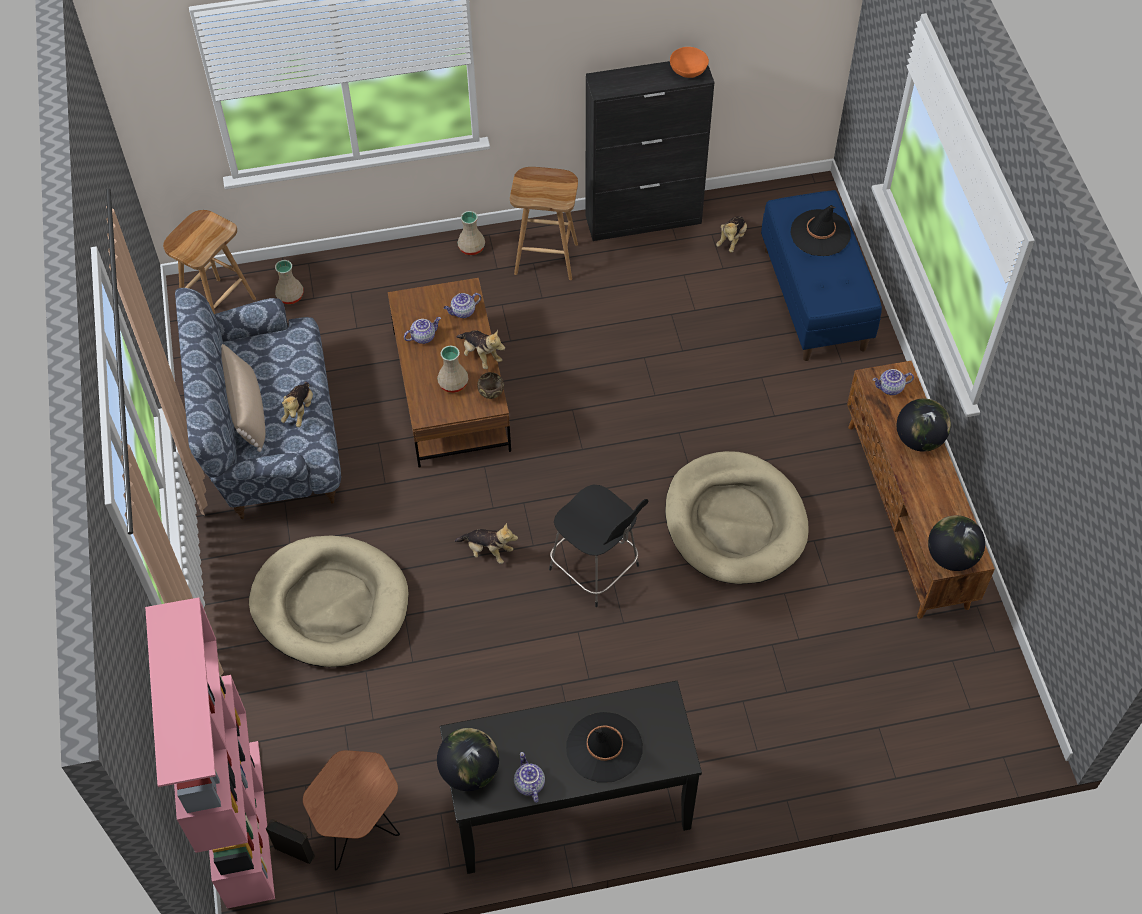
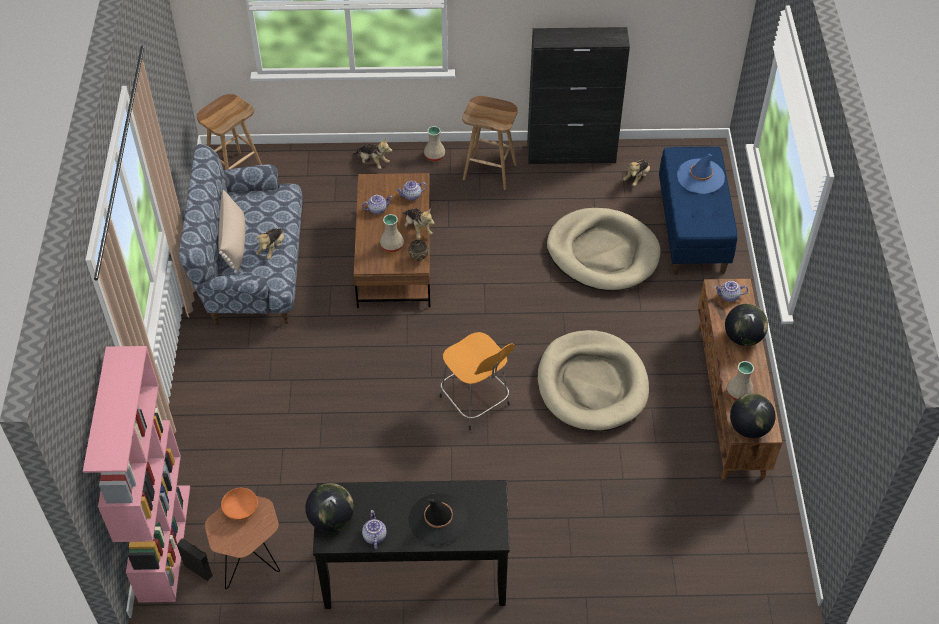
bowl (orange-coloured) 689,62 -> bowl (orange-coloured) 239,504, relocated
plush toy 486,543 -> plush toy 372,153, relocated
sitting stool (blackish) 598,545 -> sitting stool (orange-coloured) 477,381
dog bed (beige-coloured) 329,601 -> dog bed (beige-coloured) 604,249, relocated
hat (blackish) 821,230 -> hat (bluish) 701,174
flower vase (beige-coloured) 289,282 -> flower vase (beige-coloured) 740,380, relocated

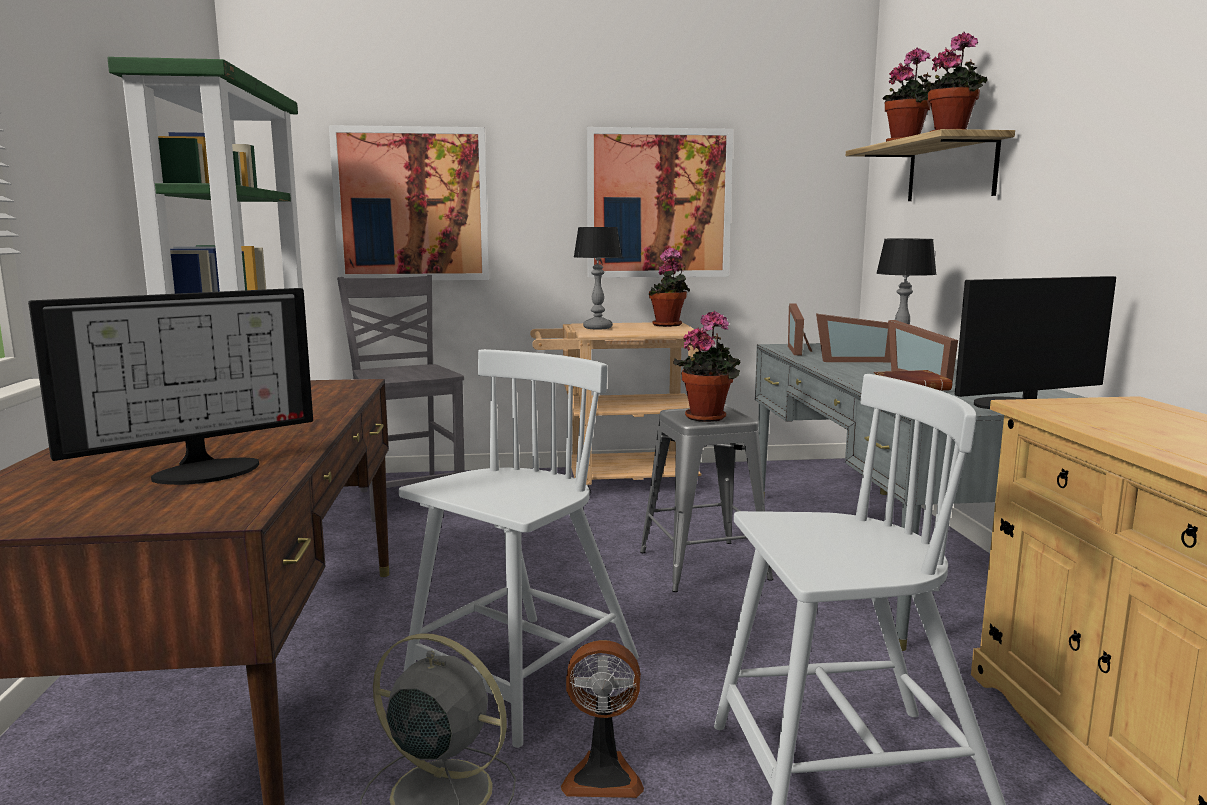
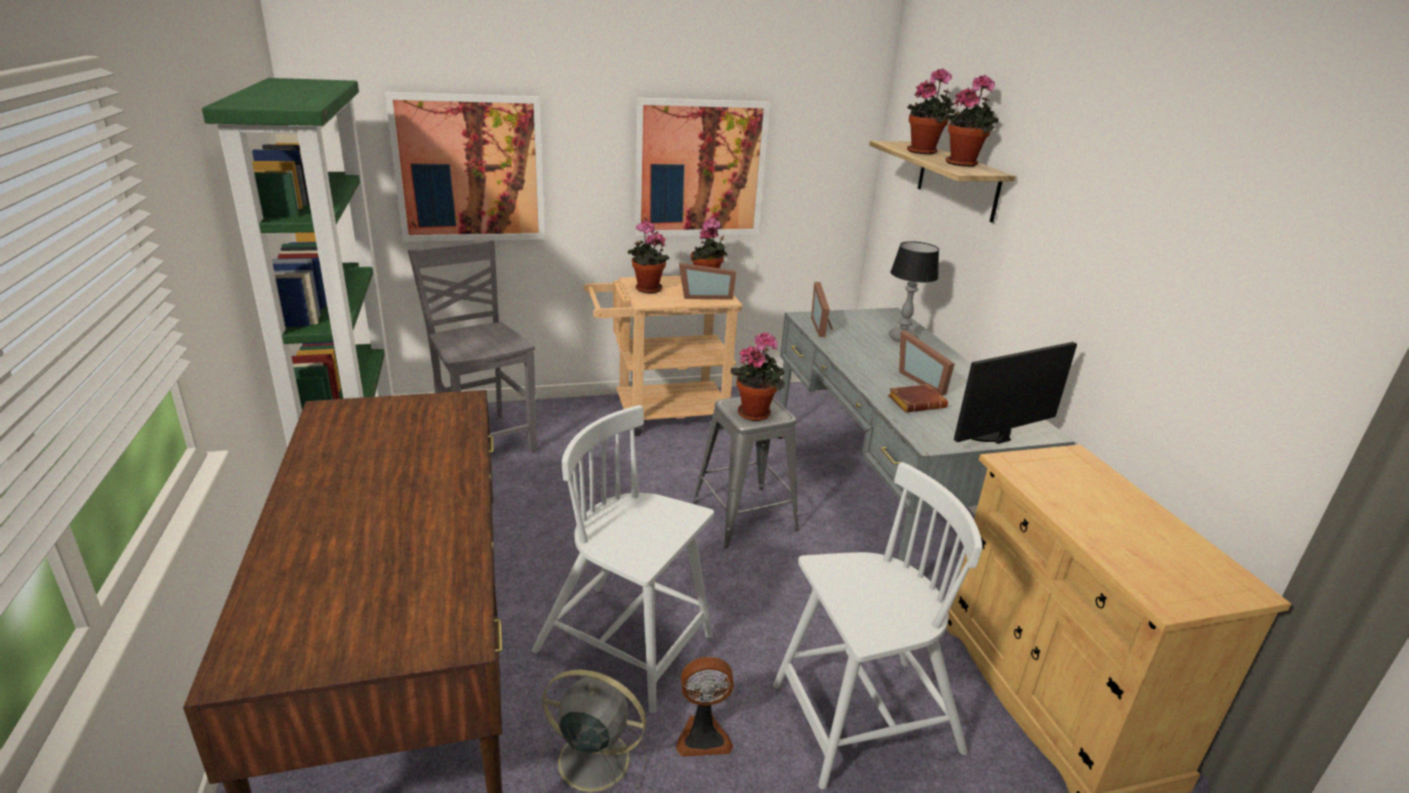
chair (whitish) 519,548 -> chair (whitish) 623,559, 90 degrees counterclockwise
lamp for a table 598,278 -> houseplant 649,256
standing frame 853,338 -> standing frame 707,281, relocated
computer display 170,386 -> none

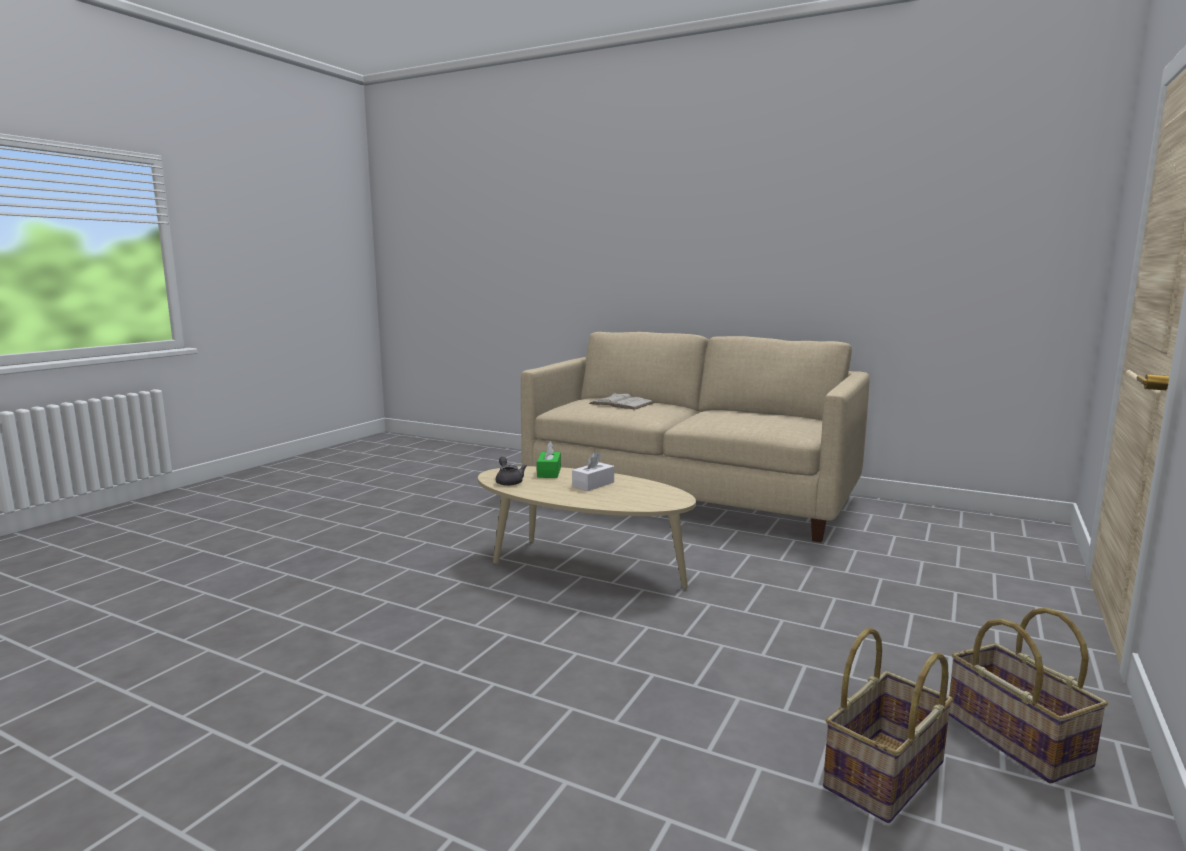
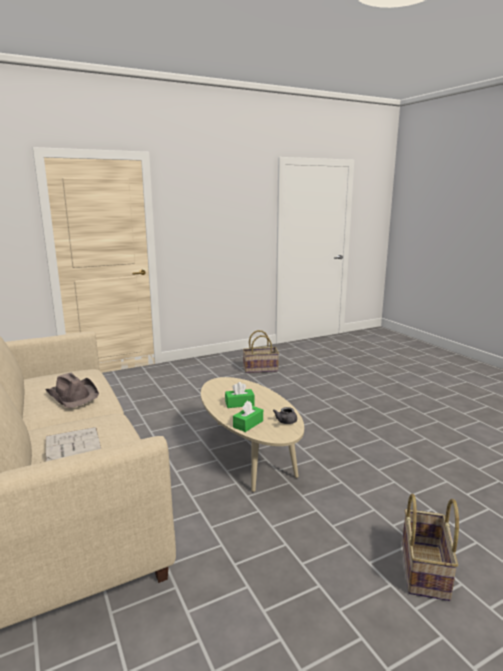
none -> hat (brown) 72,390
box of tissues (whitish) 593,471 -> box of tissues (greenish) 240,395
household basket 1028,695 -> household basket 430,547, relocated

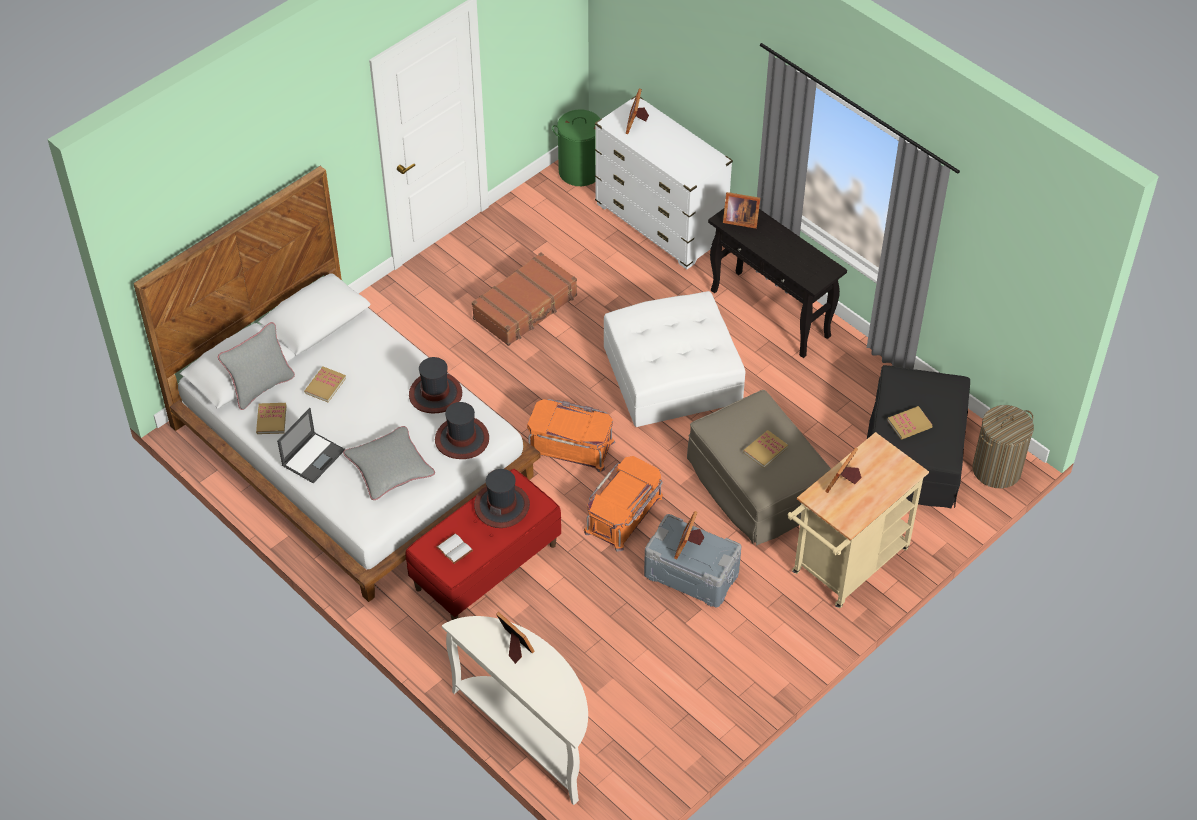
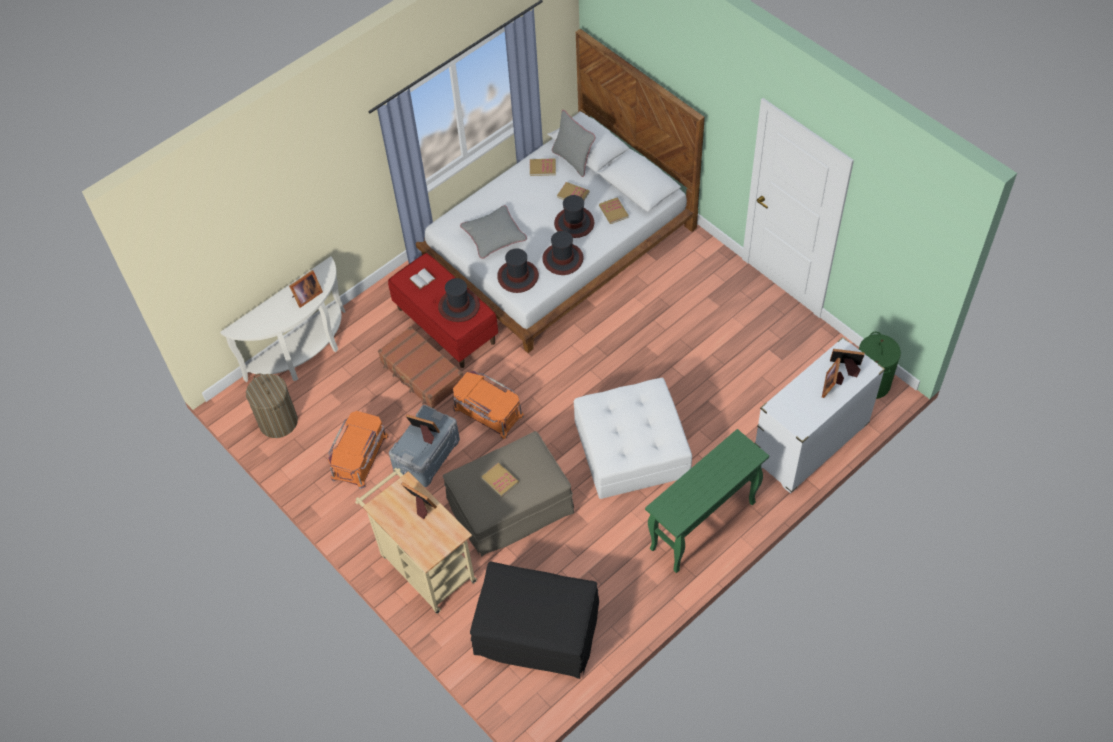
hamper 1003,446 -> hamper 272,406, relocated
storage box (orange-coloured) 571,435 -> storage box (orange-coloured) 358,450, relocated
piece of luggage (brown) 524,299 -> piece of luggage (brown) 420,367, relocated
none -> hat 574,216
book 910,423 -> book 614,210, relocated
hall table (blackish) 777,283 -> hall table (greenish) 707,501
standing frame 741,210 -> standing frame 833,377, relocated
laptop 311,445 -> none

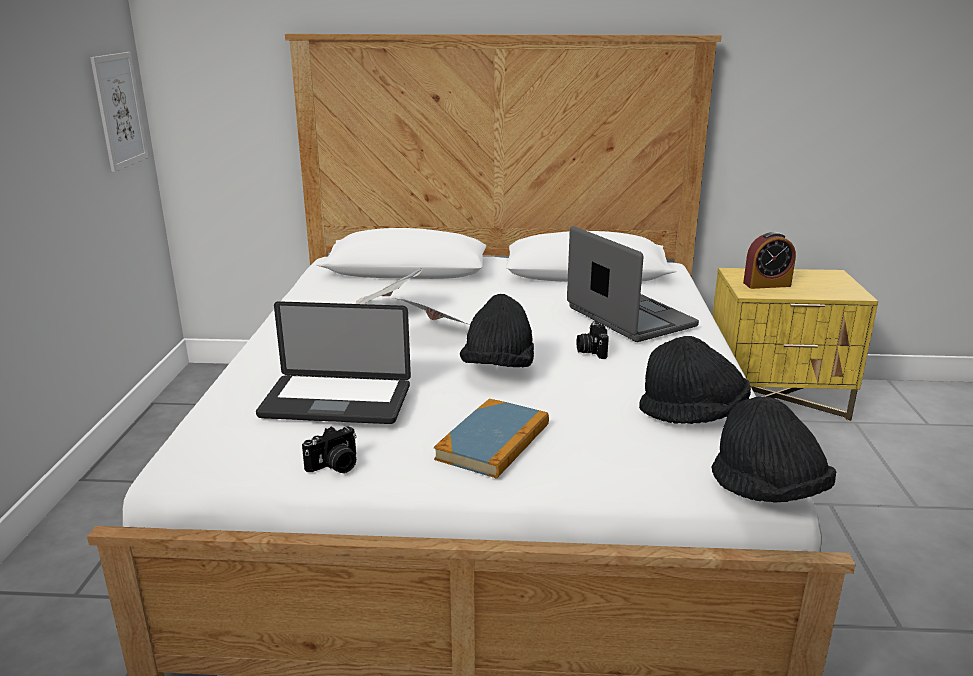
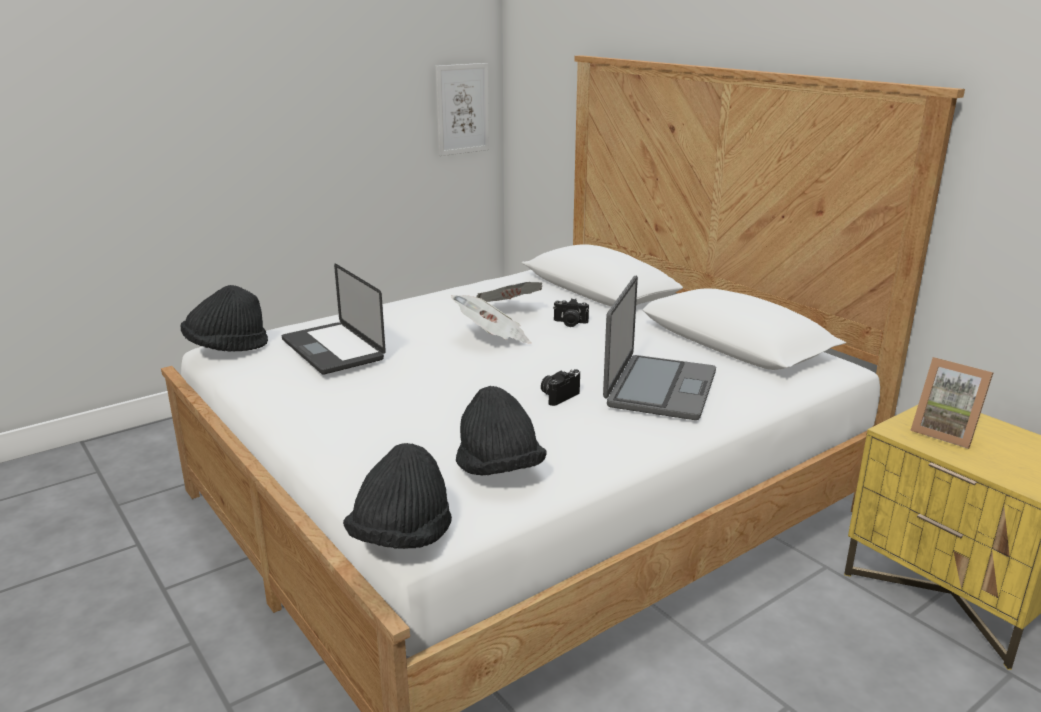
hat (blackish) 497,330 -> hat (blackish) 224,318, relocated
photo camera 329,449 -> photo camera 571,312, relocated
alarm clock 769,260 -> standing frame 952,403
book 491,439 -> none

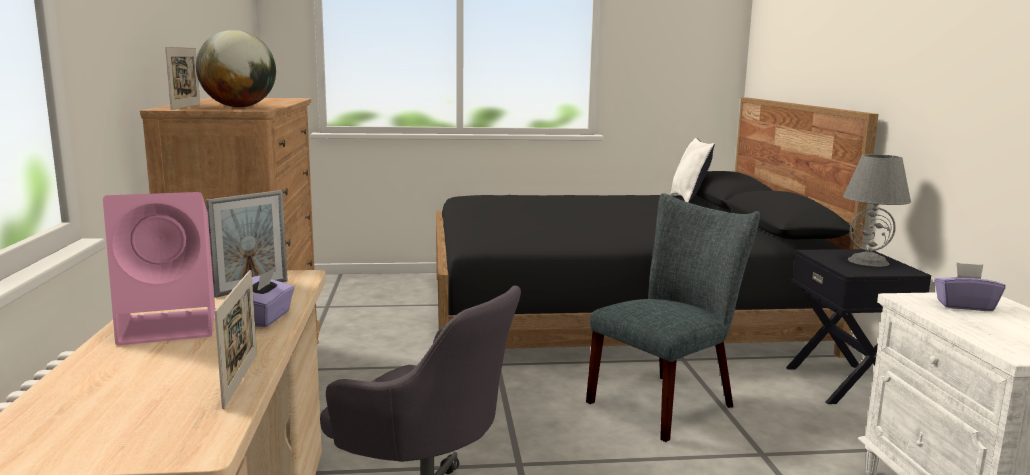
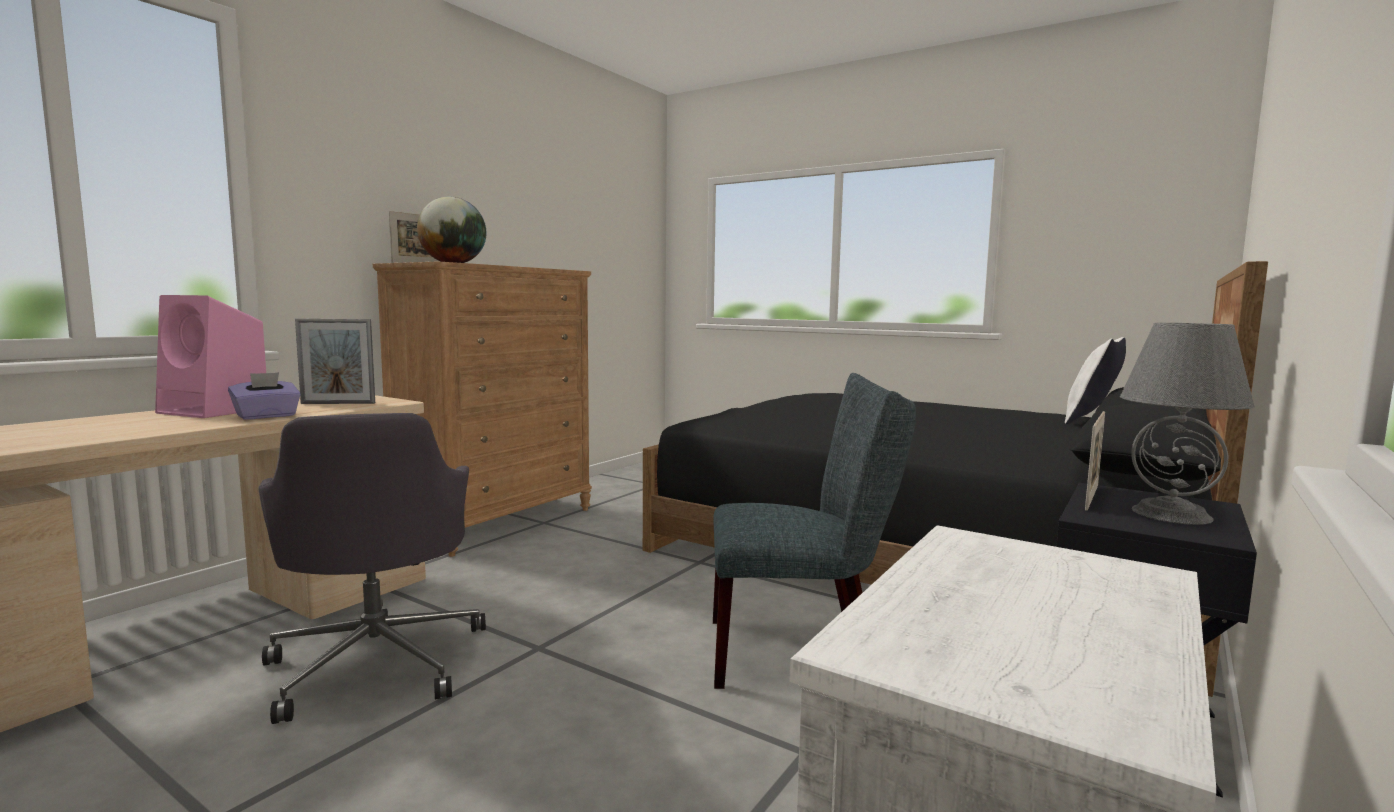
standing frame 235,339 -> standing frame 1095,461, relocated
box of tissues (purple-coloured) 970,287 -> none

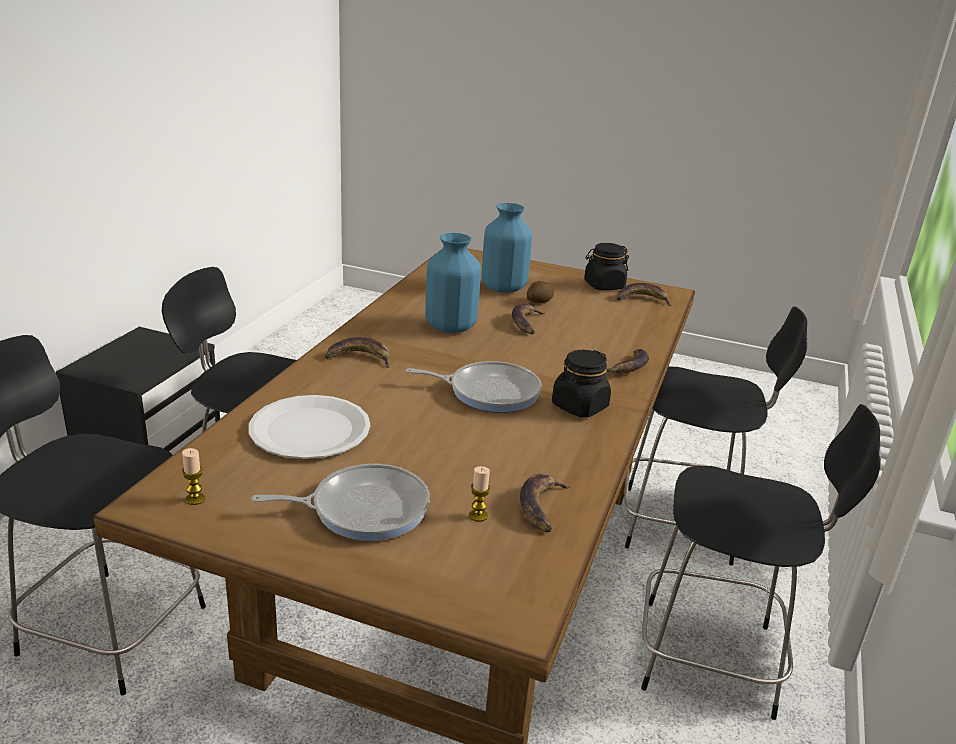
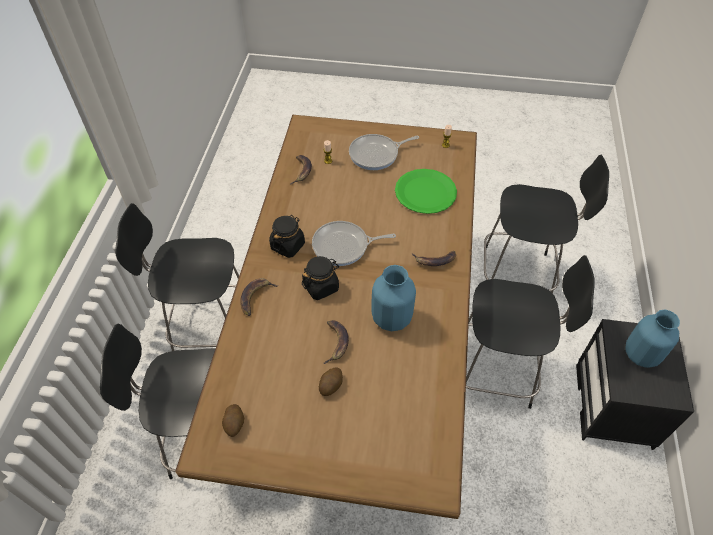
banana 644,294 -> spud 233,420
storage jar (blackish) 606,266 -> storage jar (blackish) 320,278, relocated
plate (whitish) 310,427 -> plate (greenish) 426,191
flower vase (bluish) 507,248 -> flower vase (bluish) 652,339, relocated

